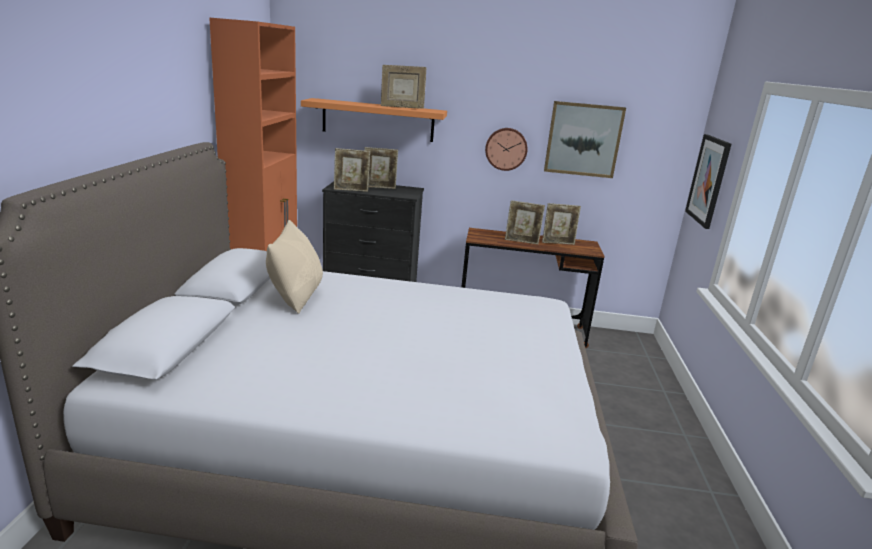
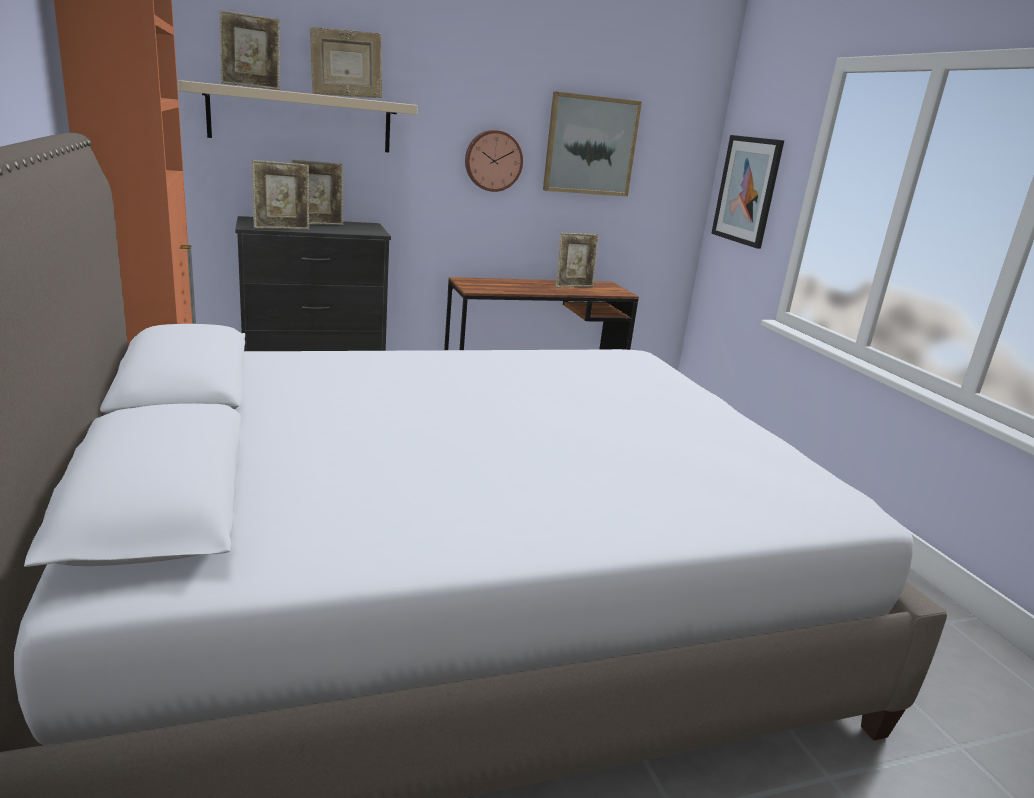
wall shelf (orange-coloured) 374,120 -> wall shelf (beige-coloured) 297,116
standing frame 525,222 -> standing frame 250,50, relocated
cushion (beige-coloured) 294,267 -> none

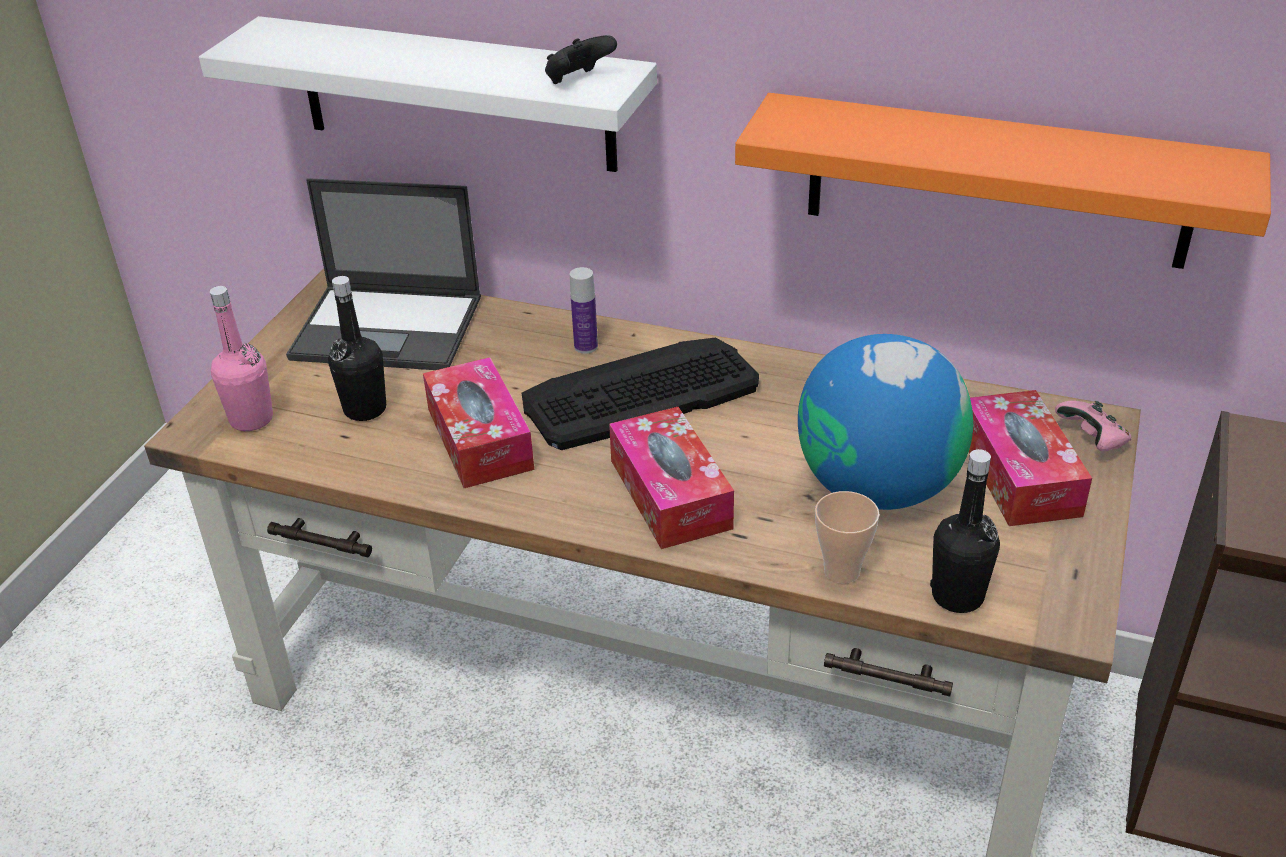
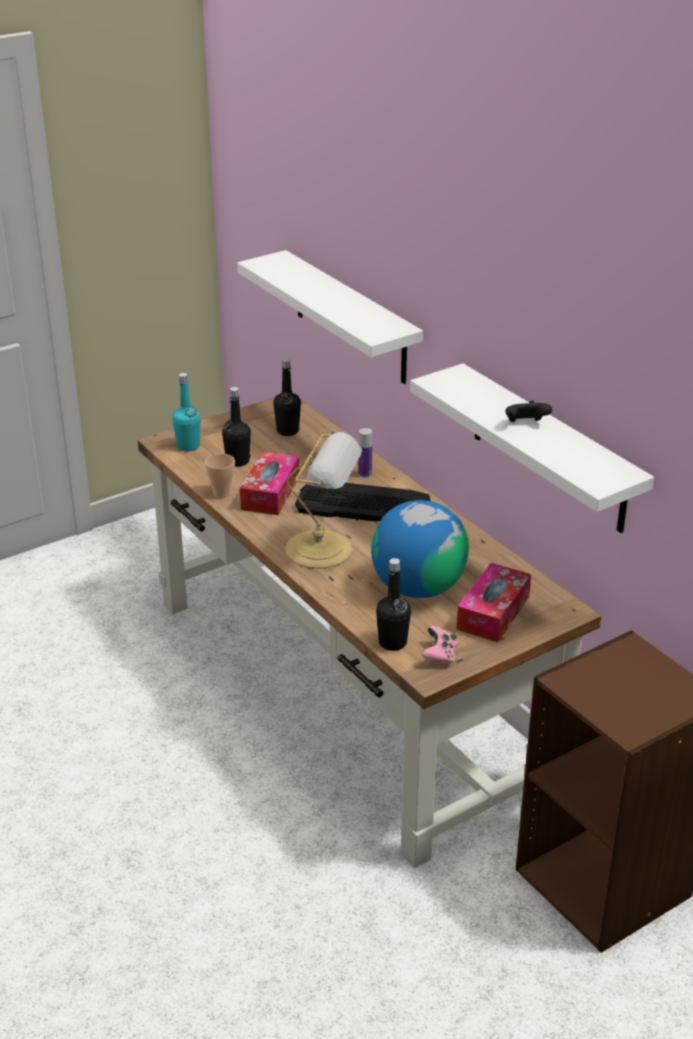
drink bottle (pinkish) 241,358 -> drink bottle (turquoise) 186,412
small cup 847,537 -> small cup 220,476, relocated
laptop 383,274 -> drink bottle (blackish) 287,397
box of tissues 671,478 -> lamp for a table 323,500
wall shelf (orange-coloured) 1003,181 -> wall shelf (whitish) 532,448
game controller (pinkish) 1093,426 -> game controller (pinkish) 440,645, relocated
game controller (blackish) 581,59 -> game controller (blackish) 529,411, relocated

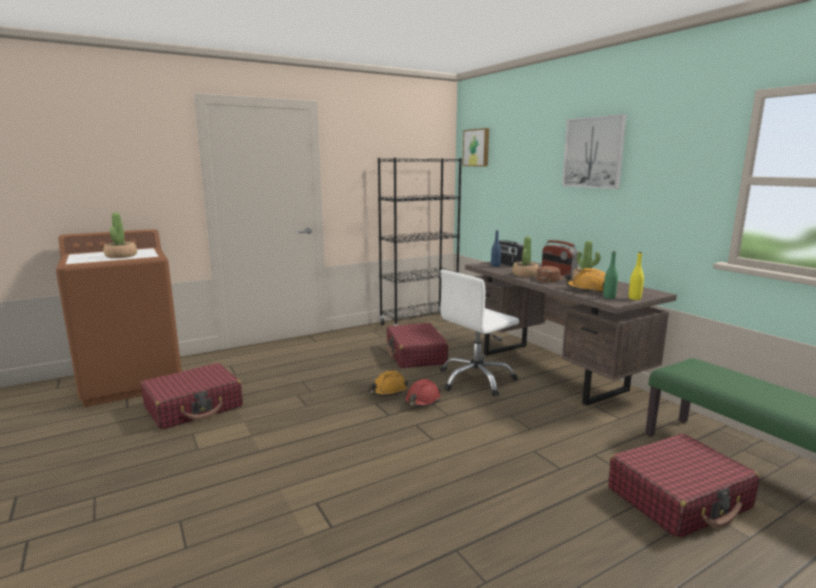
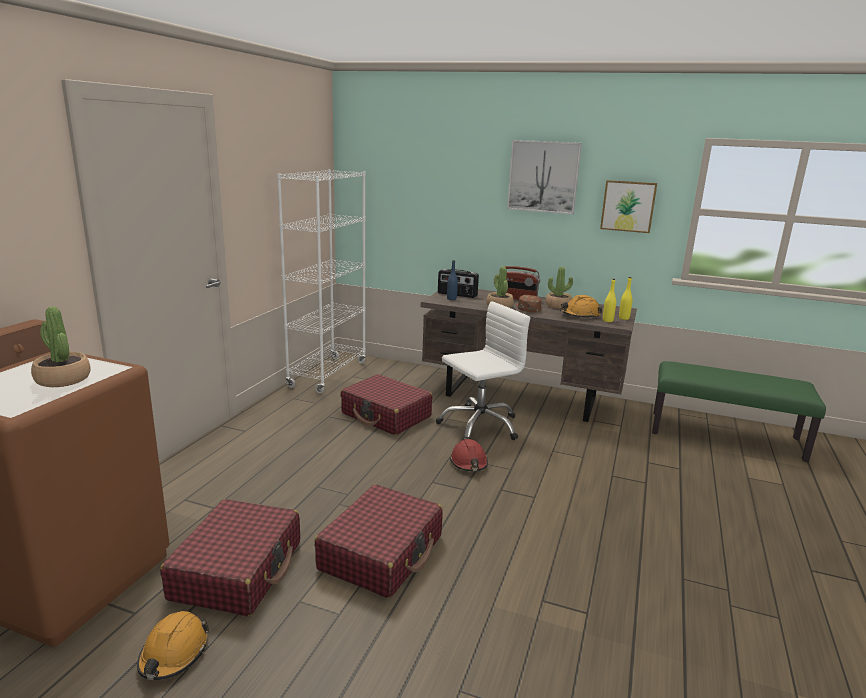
safety helmet (orange-coloured) 388,383 -> safety helmet (orange-coloured) 173,645, relocated
bookshelf (blackish) 420,242 -> bookshelf (whitish) 321,281
piece of luggage (reddish) 683,486 -> piece of luggage (reddish) 379,541, relocated
office chair (whitish) 479,333 -> office chair (whitish) 483,370, 135 degrees counterclockwise
picture 475,147 -> picture 628,206, relocated
drink bottle (greenish) 610,275 -> drink bottle (yellow-coloured) 609,300

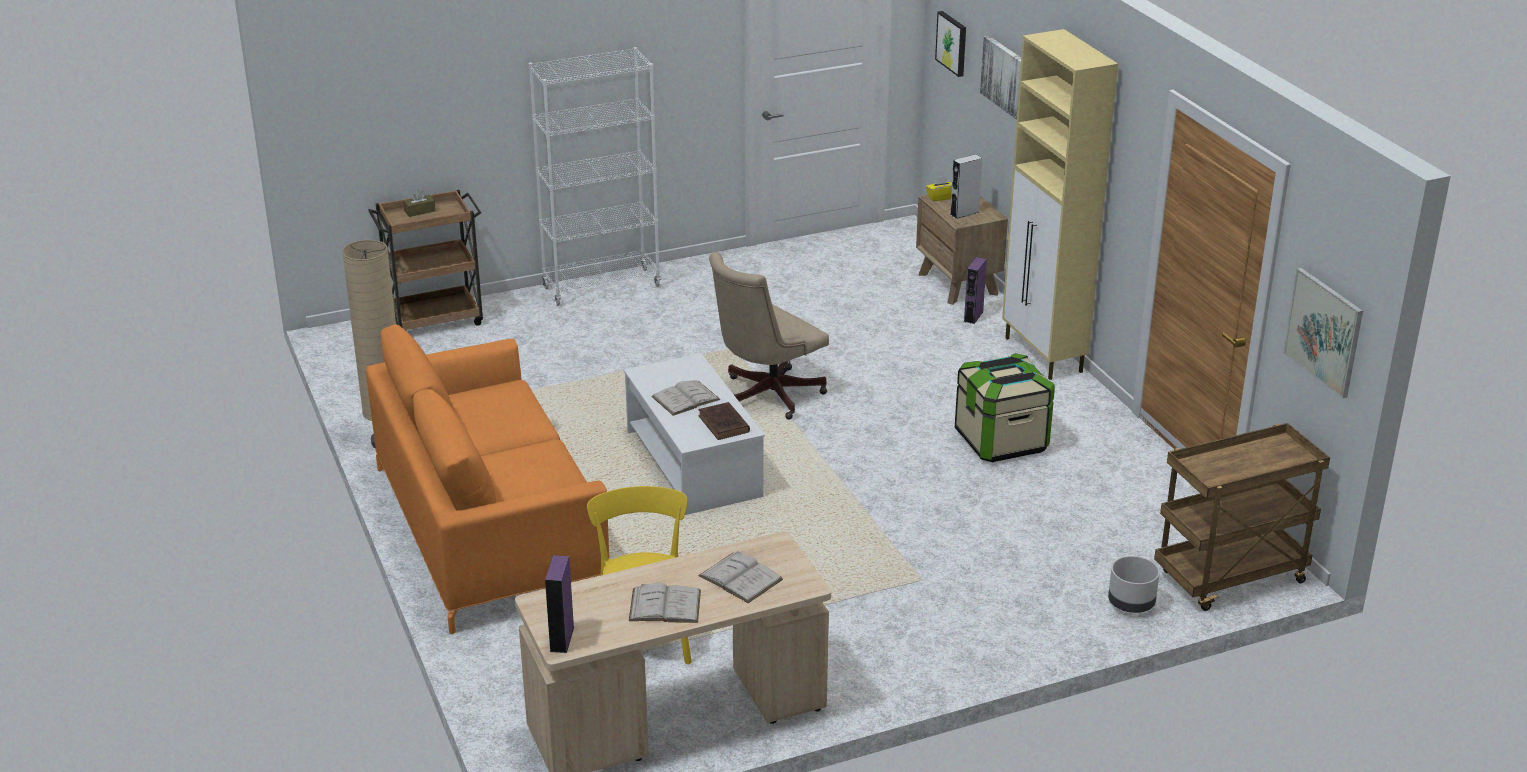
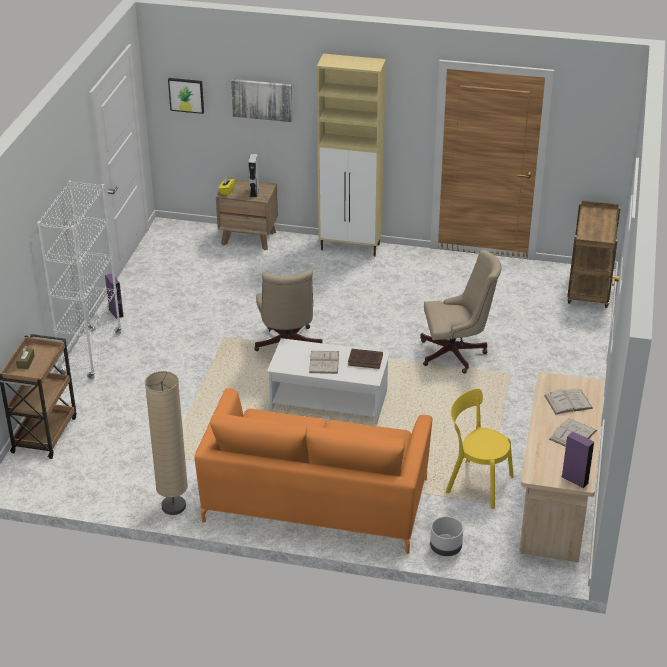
loudspeaker (purple-coloured) 975,290 -> loudspeaker (purple-coloured) 114,296, relocated
none -> office chair (beige-coloured) 461,311
plant pot (gray) 1134,584 -> plant pot (gray) 446,536, relocated
storage box 1005,407 -> none
picture 1323,333 -> none

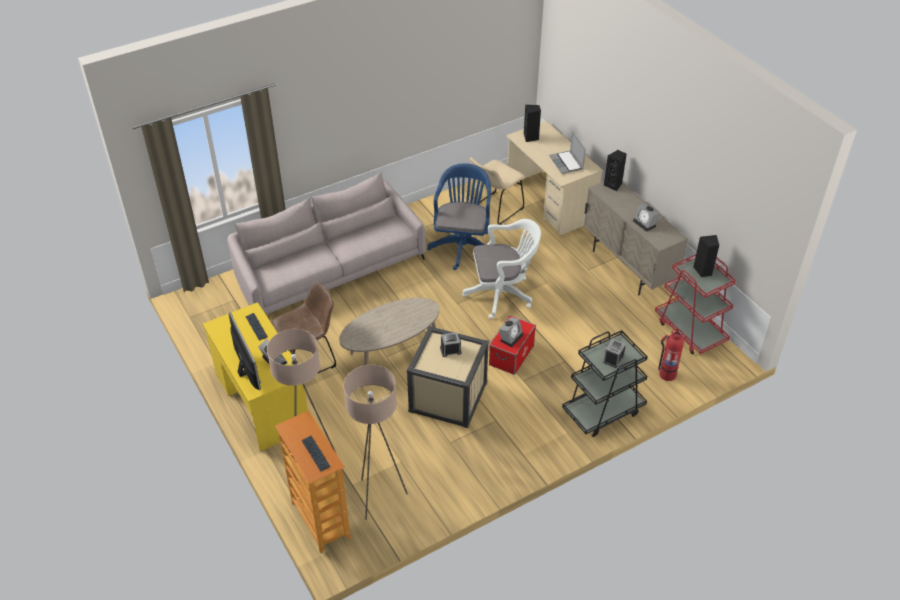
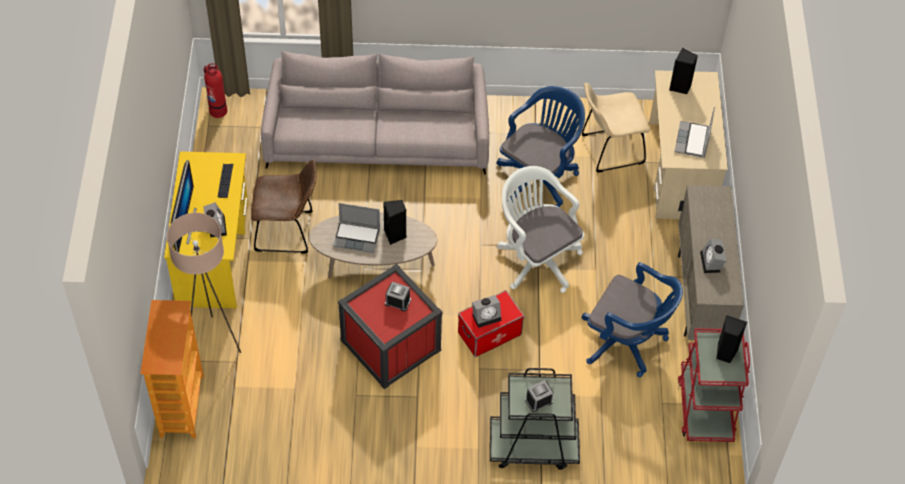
fire-fighting cylinder 671,355 -> fire-fighting cylinder 215,90, relocated
none -> laptop 356,228
storage box (beige-coloured) 448,377 -> storage box (reddish) 390,326
loudspeaker (blackish) 615,170 -> loudspeaker (blackish) 395,222, relocated
office chair (whitish) 501,269 -> office chair (whitish) 540,229, 150 degrees counterclockwise
none -> office chair (bluish) 632,319
PC keyboard 315,453 -> none
floor lamp (beige-coloured) 375,442 -> none

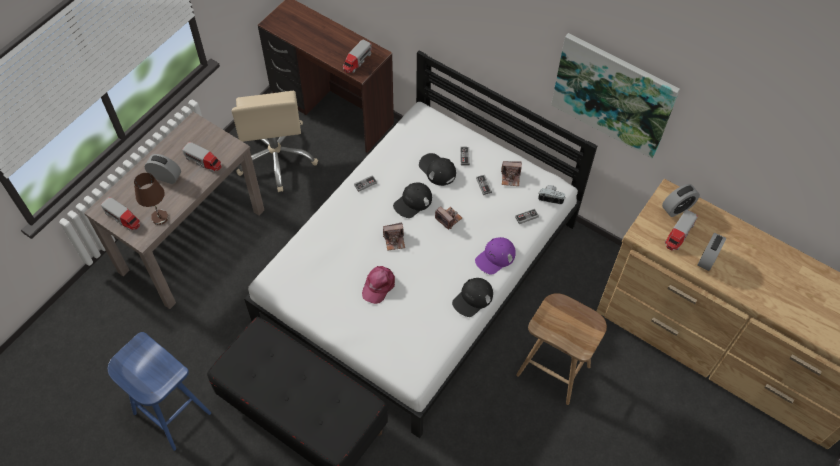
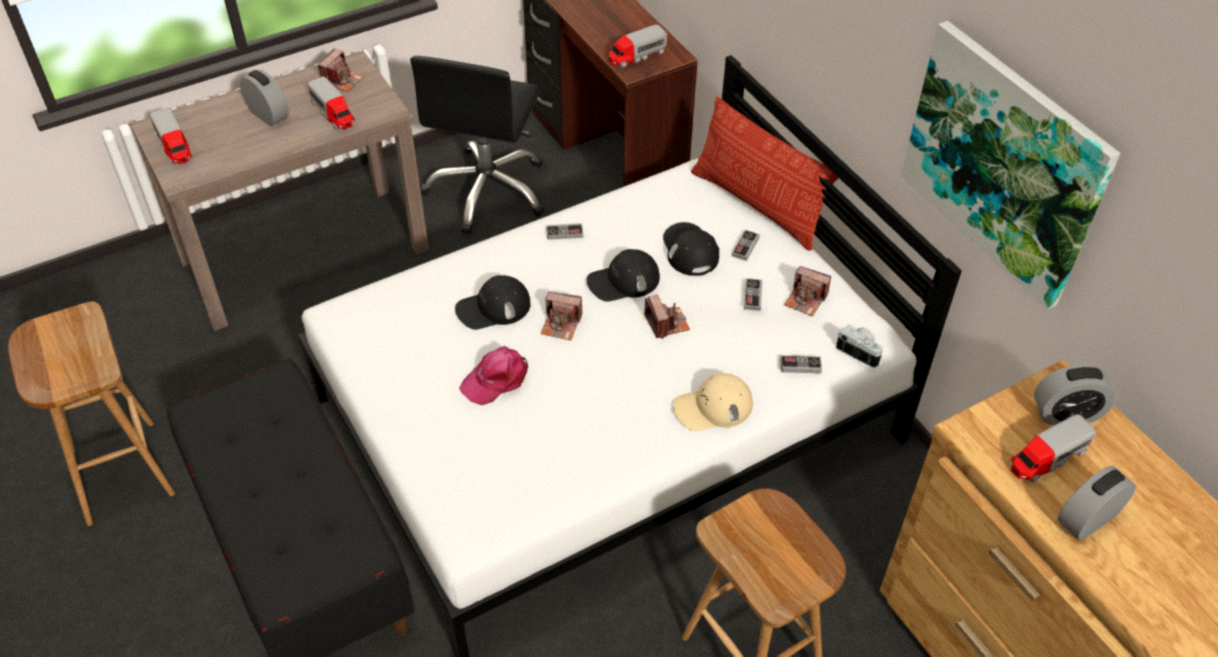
sitting stool (bluish) 159,391 -> sitting stool (brown) 91,413
none -> photo camera 341,70
office chair (beige-coloured) 275,141 -> office chair (blackish) 477,145
peaked cap (blackish) 472,297 -> peaked cap (blackish) 493,302, relocated
peaked cap (purple-coloured) 495,256 -> peaked cap (beige-coloured) 713,402
none -> cushion 765,173
lamp for a table (brown) 151,199 -> none

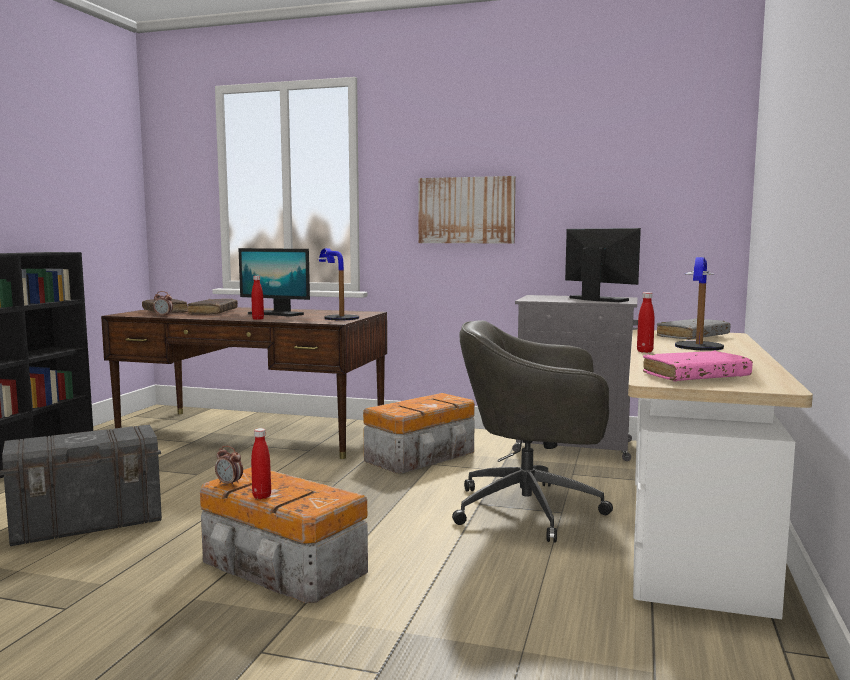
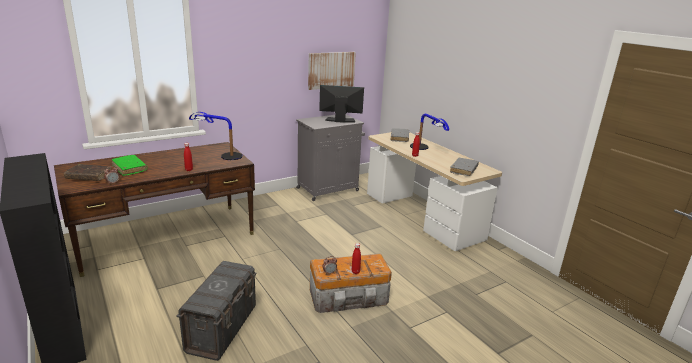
book (brown) 213,307 -> book (greenish) 129,165
picture 467,209 -> picture 332,71, relocated
book (pinkish) 698,365 -> book (gray) 464,167
computer display 274,282 -> none
storage box 419,433 -> none
office chair (gray) 532,431 -> none

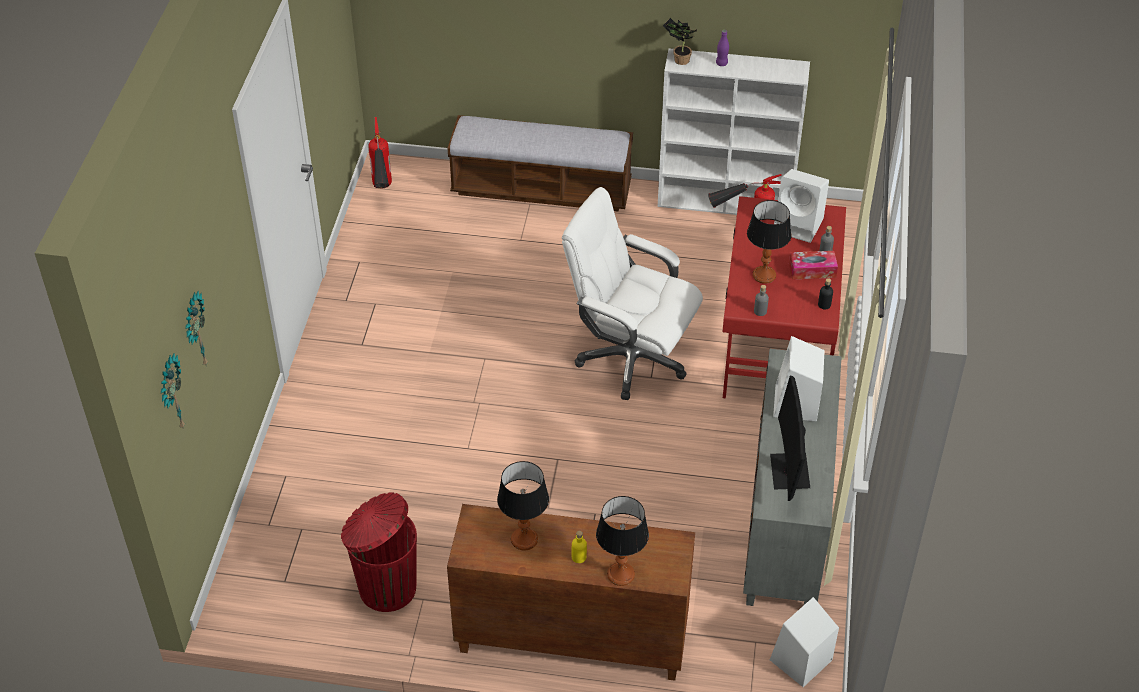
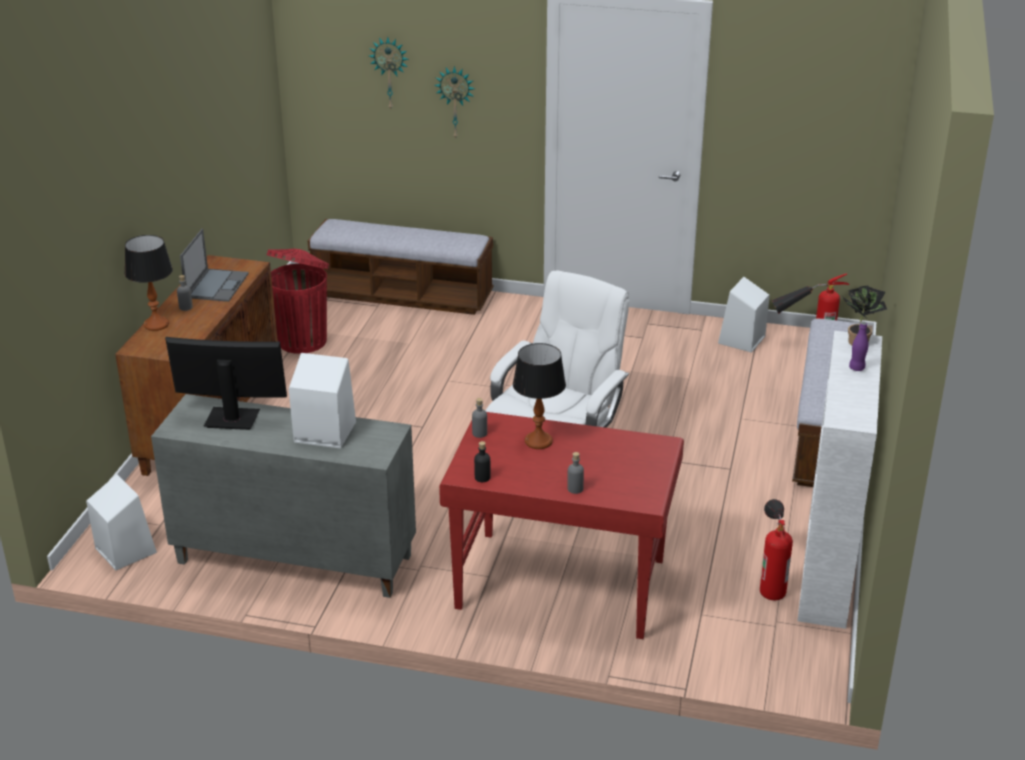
drink bottle (yellow-coloured) 579,547 -> drink bottle (gray) 185,293
lamp for a table 523,505 -> laptop 214,265
none -> bench 400,267
hanging clock 173,391 -> hanging clock 454,102, relocated
loudspeaker (whitish) 801,206 -> loudspeaker (whitish) 744,315, relocated
box of tissues 813,265 -> none

